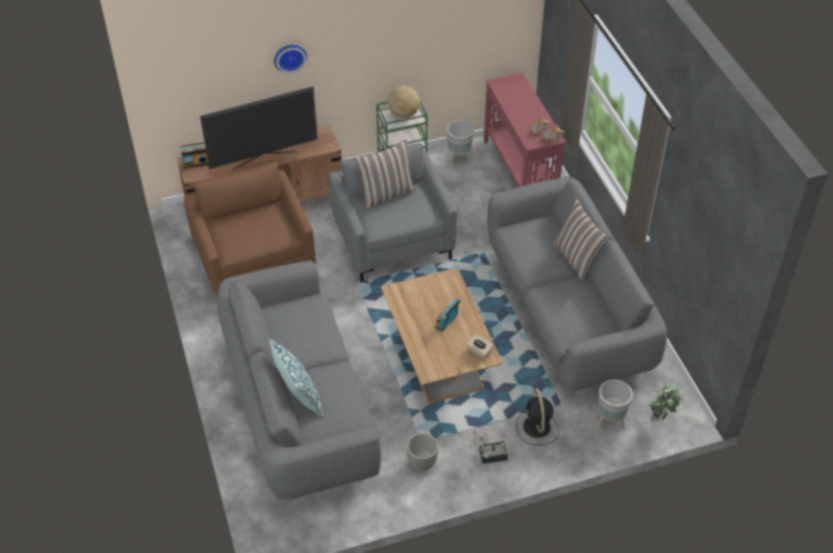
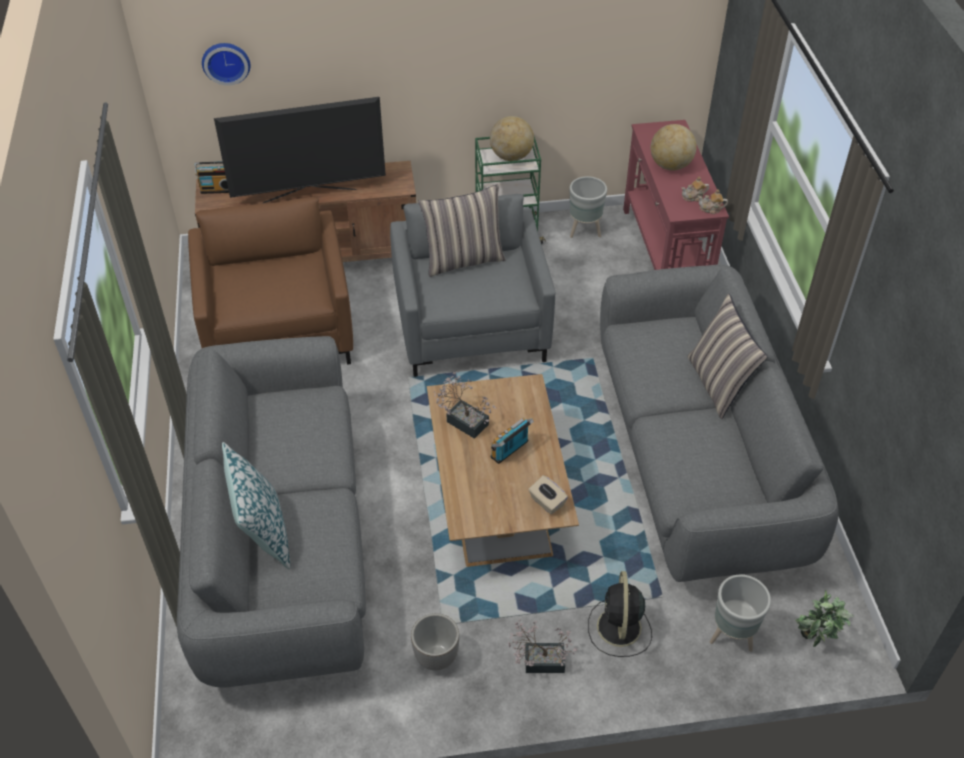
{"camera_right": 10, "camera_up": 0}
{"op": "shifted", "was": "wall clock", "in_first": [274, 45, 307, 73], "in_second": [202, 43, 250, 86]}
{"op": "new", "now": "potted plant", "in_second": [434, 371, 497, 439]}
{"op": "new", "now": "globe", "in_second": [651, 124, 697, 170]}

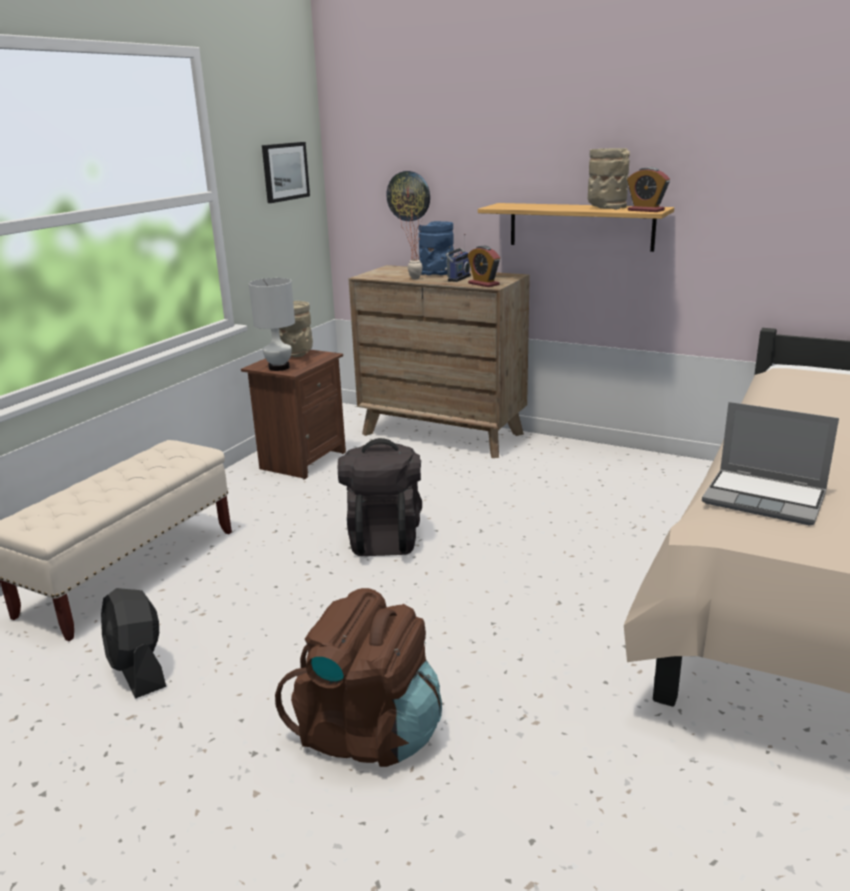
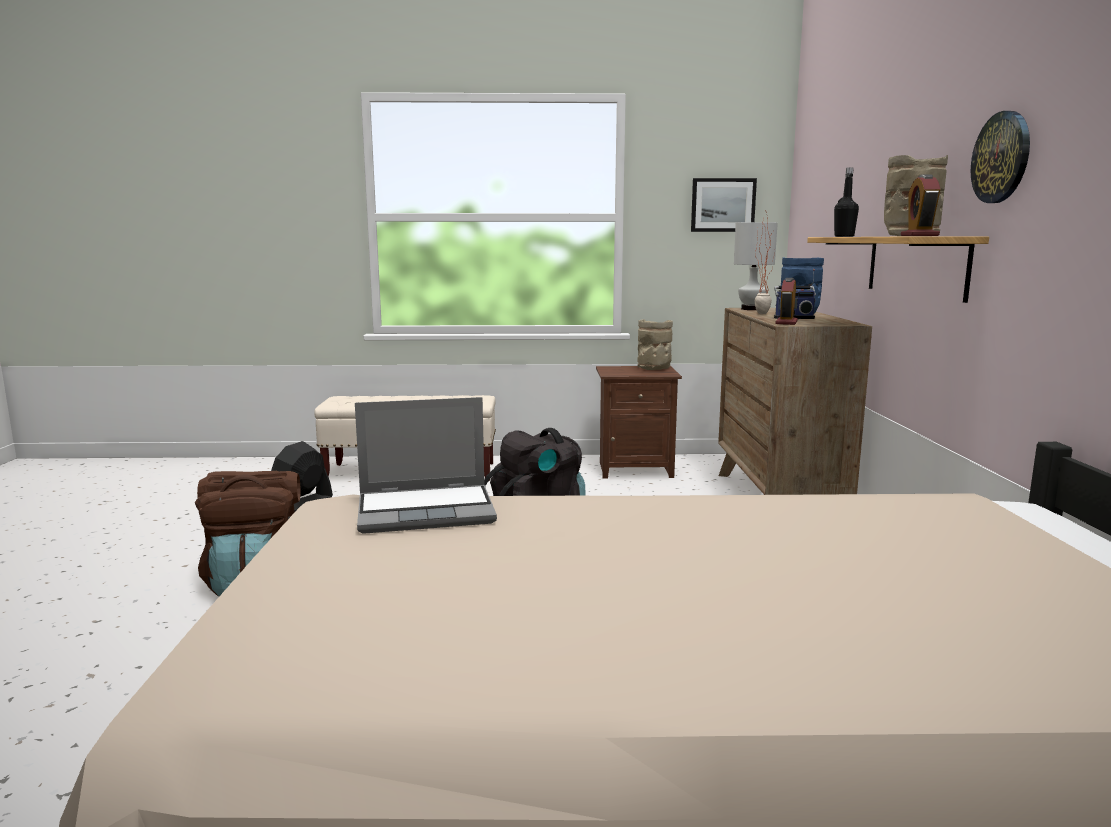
{"camera_right": 60, "camera_up": -10}
{"op": "rotated", "was": "laptop", "in_first": [702, 402, 839, 526], "in_second": [355, 397, 497, 534], "clockwise": -105}
{"op": "shifted", "was": "white table lamp", "in_first": [249, 278, 295, 371], "in_second": [734, 222, 778, 310]}
{"op": "new", "now": "black bottle", "in_second": [834, 167, 859, 237]}
{"op": "shifted", "was": "wall clock", "in_first": [386, 171, 430, 221], "in_second": [971, 111, 1030, 203]}

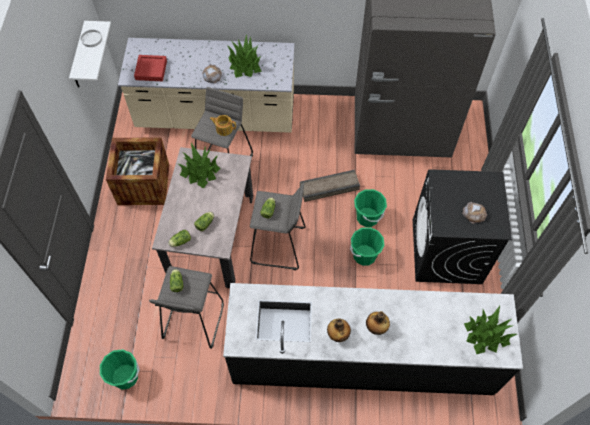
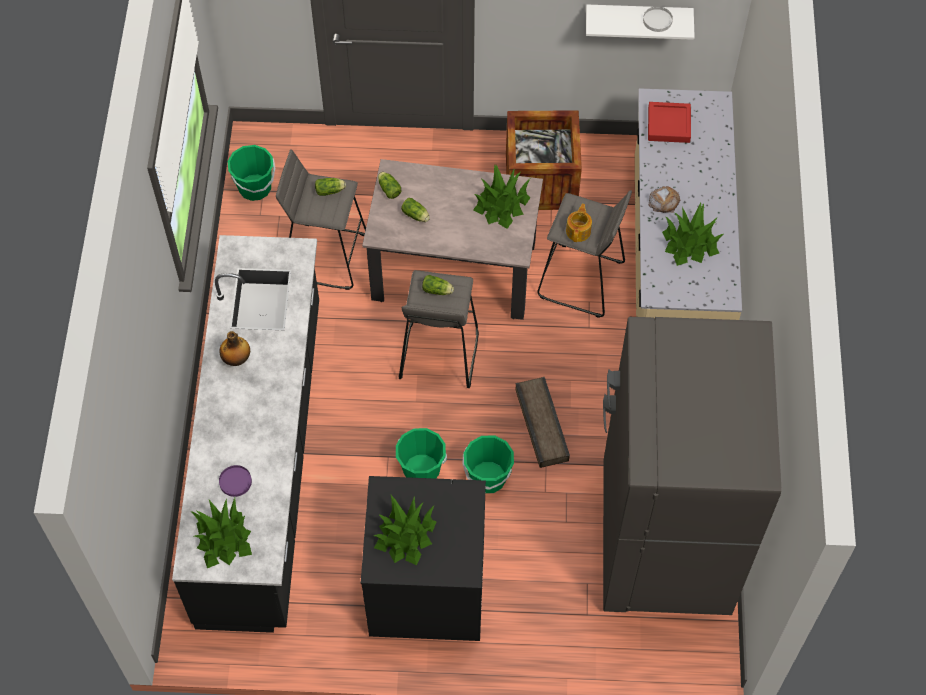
{"camera_right": 90, "camera_up": 0}
{"op": "new", "now": "purple plate", "in_second": [219, 465, 252, 497]}
{"op": "swapped", "was": "bread", "now": "potted plant", "in_first": [462, 202, 487, 224], "in_second": [374, 495, 437, 565]}
{"op": "gone", "was": "bottle", "in_first": [366, 311, 390, 335]}

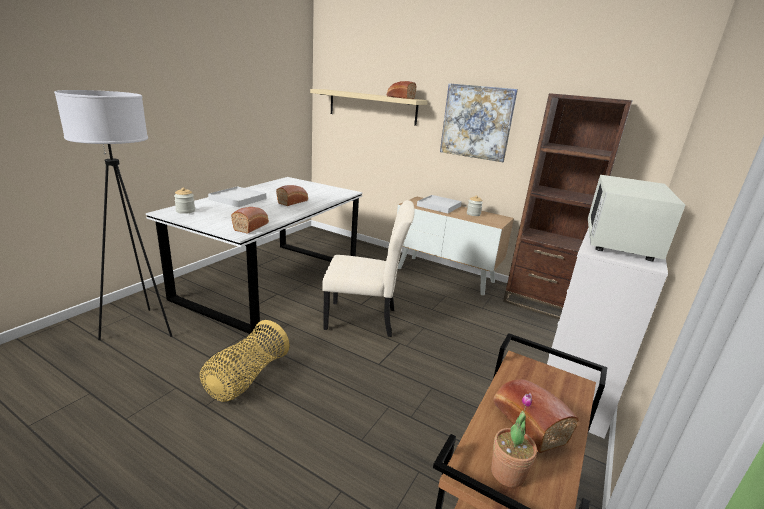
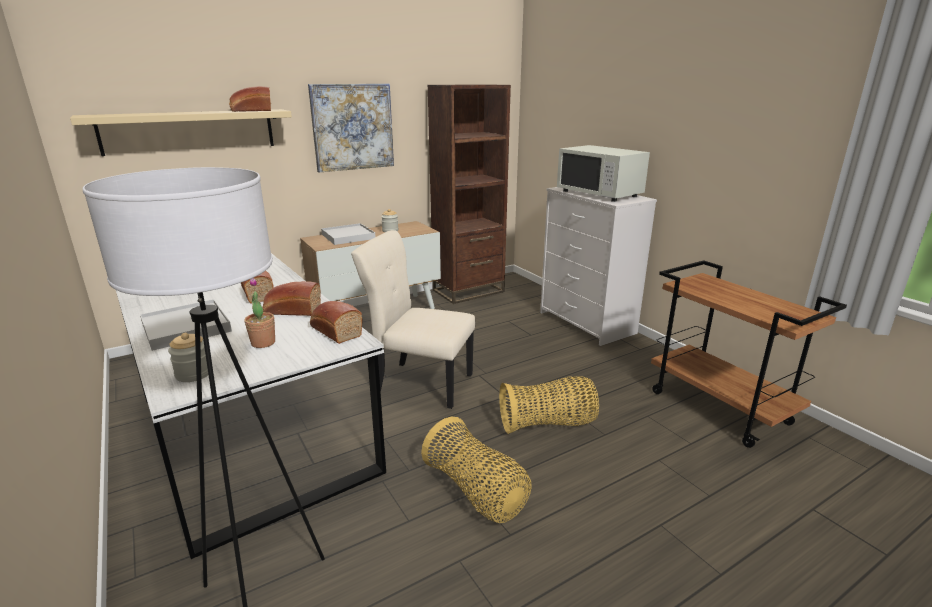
{"camera_right": -60, "camera_up": 0}
{"op": "shifted", "was": "potted plant", "in_first": [491, 393, 537, 488], "in_second": [244, 278, 275, 348]}
{"op": "shifted", "was": "bread", "in_first": [493, 379, 579, 453], "in_second": [263, 281, 321, 316]}
{"op": "rotated", "was": "beige chair", "in_first": [322, 200, 415, 337], "in_second": [351, 230, 475, 409], "clockwise": -105}
{"op": "new", "now": "basket", "in_second": [499, 376, 599, 434]}

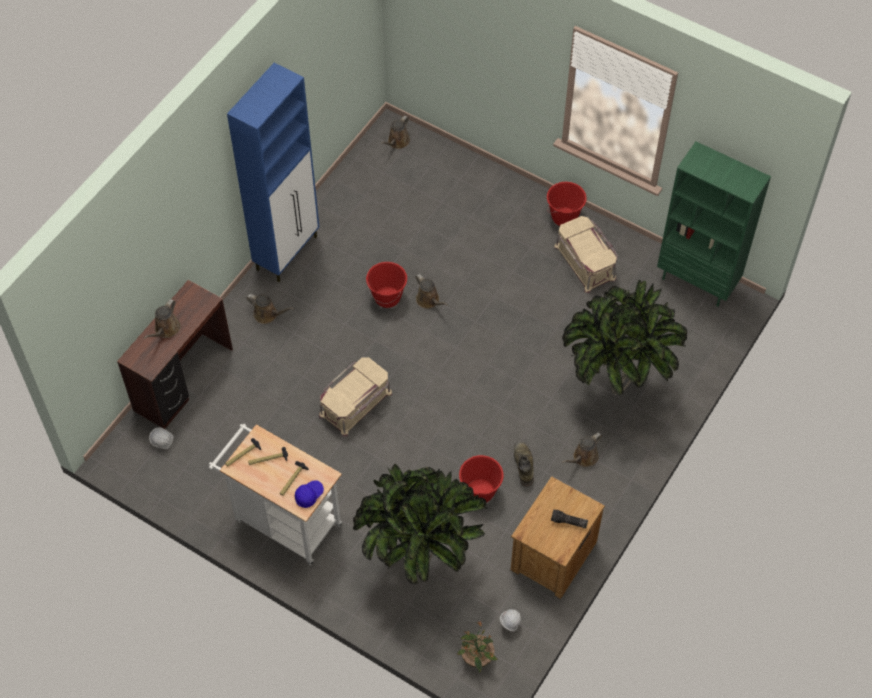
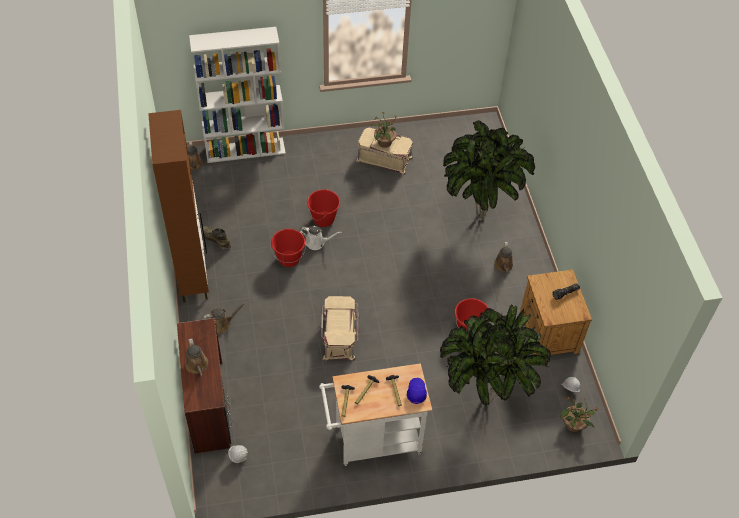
{"camera_right": -45, "camera_up": -5}
{"op": "repainted", "was": "blue cabinet", "now": "brown cabinet", "in_first": [227, 63, 319, 282], "in_second": [148, 110, 209, 302]}
{"op": "new", "now": "white bookcase", "in_second": [189, 27, 286, 163]}
{"op": "shifted", "was": "green boot", "in_first": [514, 441, 534, 487], "in_second": [201, 226, 231, 250]}
{"op": "repainted", "was": "brown watering can", "now": "white watering can", "in_first": [415, 274, 448, 309], "in_second": [300, 226, 342, 250]}
{"op": "shifted", "was": "red bucket", "in_first": [547, 182, 587, 226], "in_second": [307, 189, 340, 227]}
{"op": "new", "now": "potted plant", "in_second": [372, 112, 397, 148]}
{"op": "gone", "was": "green bookcase", "in_first": [657, 141, 771, 307]}

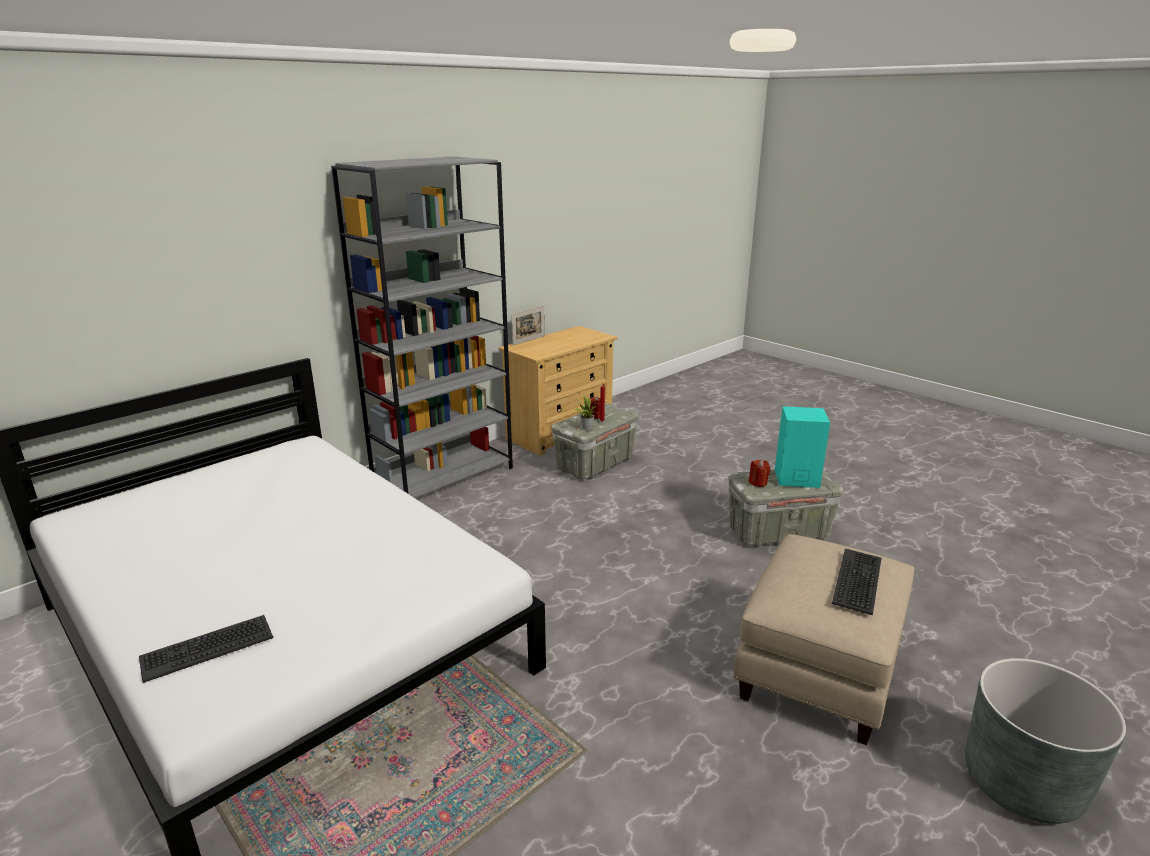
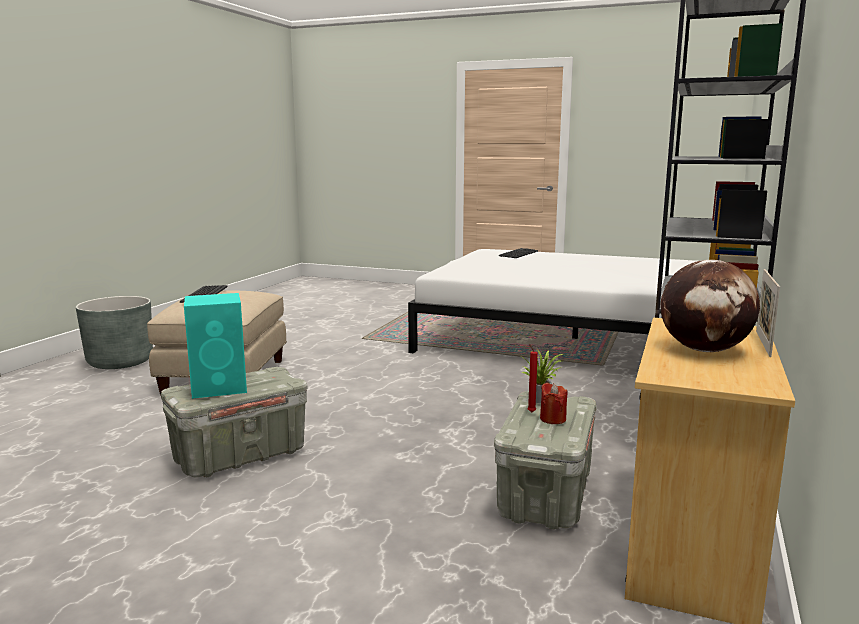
{"camera_right": 155, "camera_up": -10}
{"op": "new", "now": "globe", "in_second": [661, 260, 760, 352]}
{"op": "gone", "was": "red candle", "in_first": [748, 459, 770, 487]}

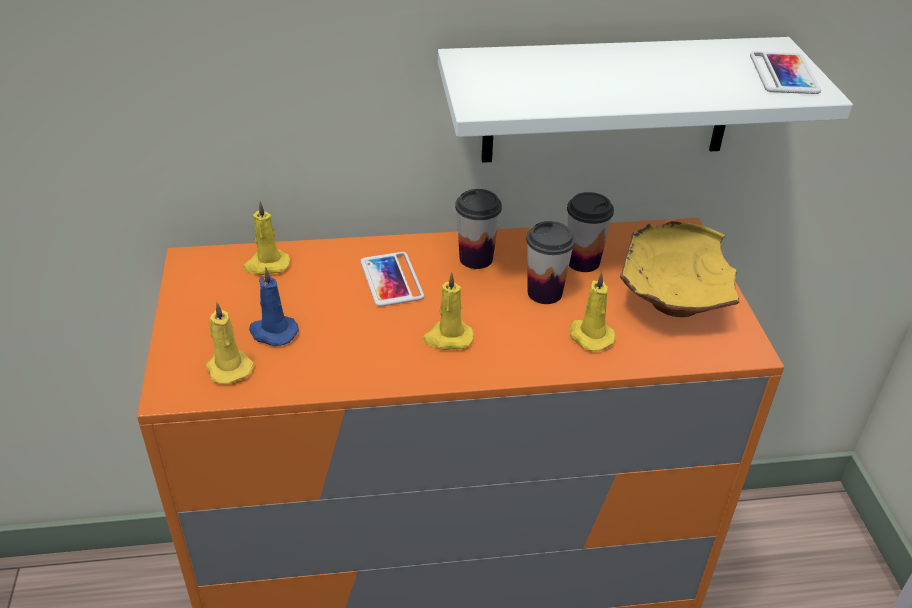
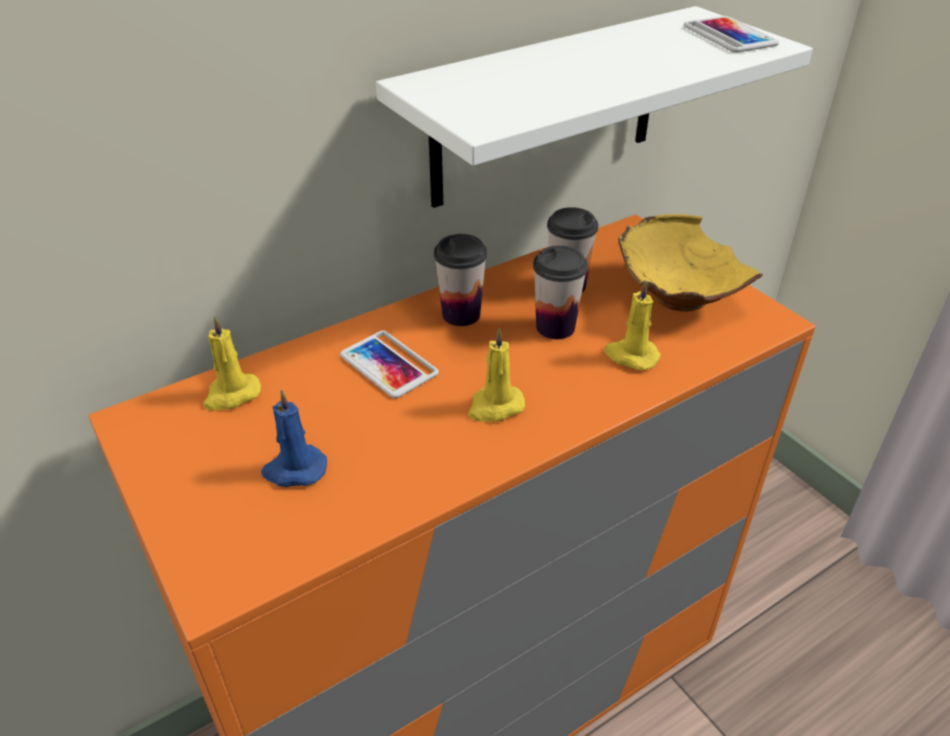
{"camera_right": -25, "camera_up": 0}
{"op": "gone", "was": "yellow candle", "in_first": [206, 302, 254, 384]}

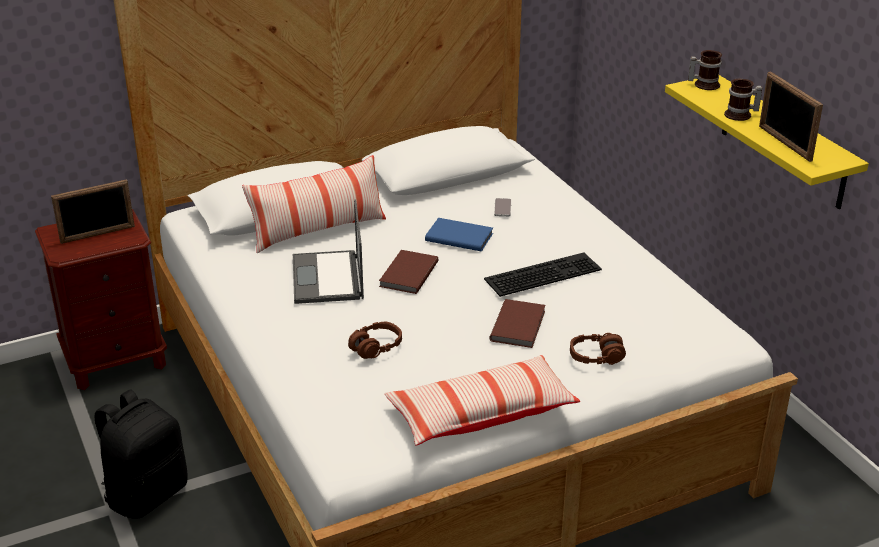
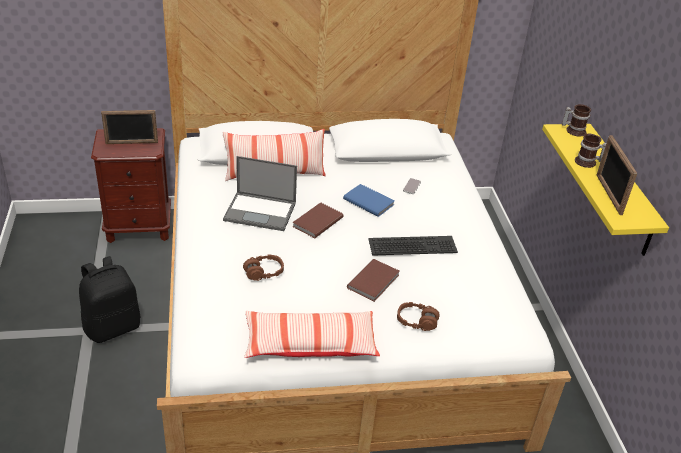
{"camera_right": 15, "camera_up": 5}
{"op": "rotated", "was": "laptop", "in_first": [293, 200, 364, 304], "in_second": [223, 156, 297, 231], "clockwise": -90}

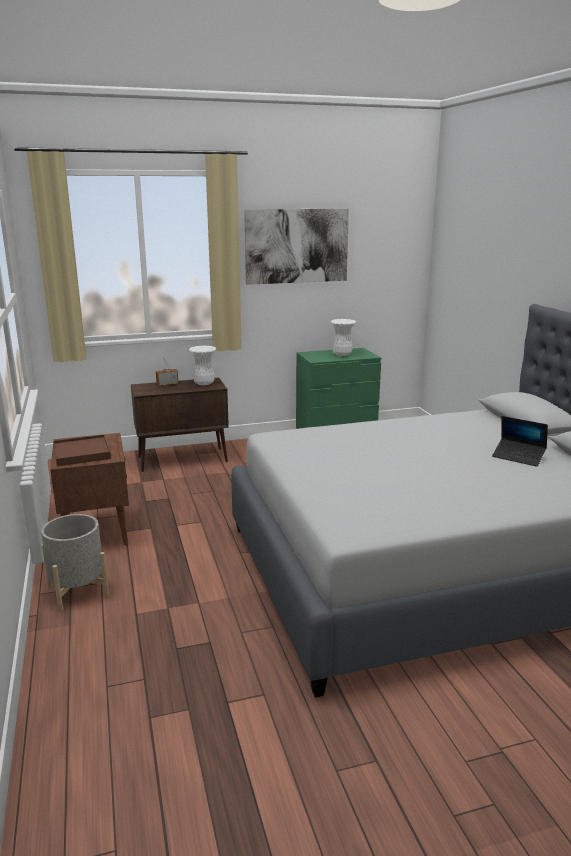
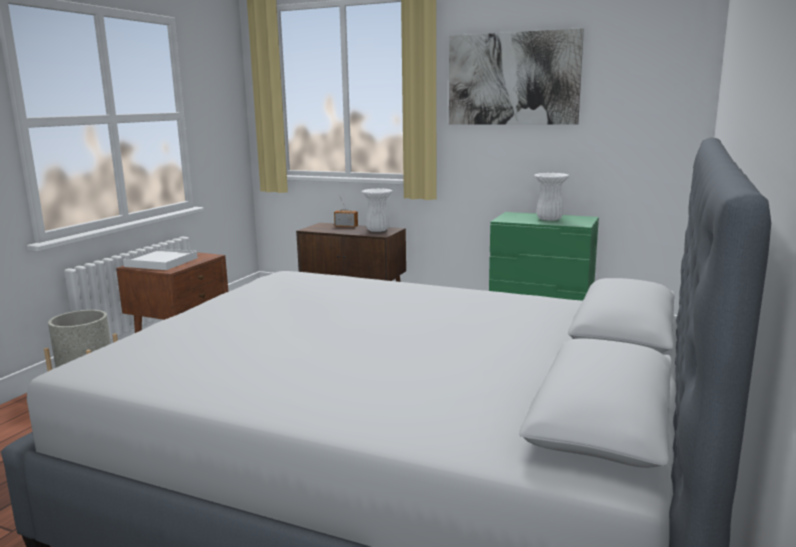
{"camera_right": 40, "camera_up": -5}
{"op": "repainted", "was": "brown tray", "now": "white tray", "in_first": [53, 435, 111, 466], "in_second": [123, 248, 198, 270]}
{"op": "gone", "was": "laptop", "in_first": [492, 416, 548, 467]}

